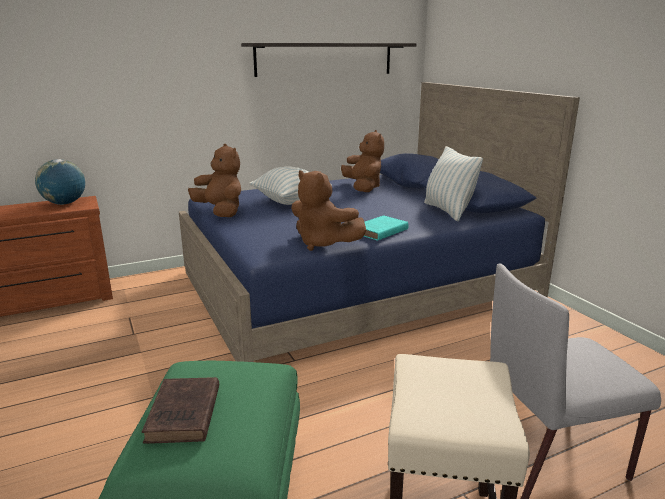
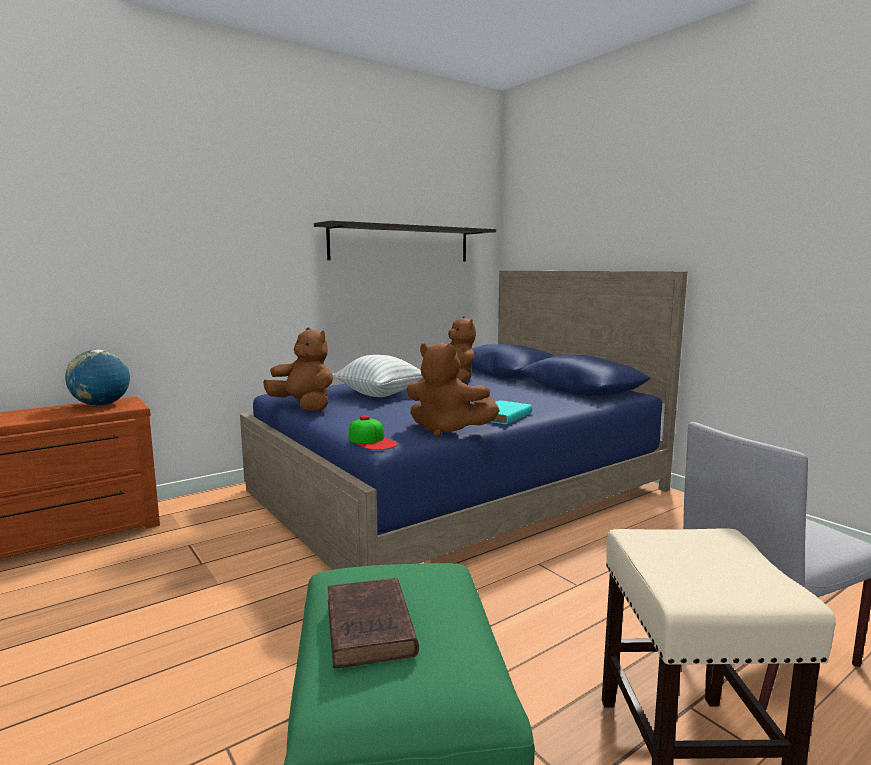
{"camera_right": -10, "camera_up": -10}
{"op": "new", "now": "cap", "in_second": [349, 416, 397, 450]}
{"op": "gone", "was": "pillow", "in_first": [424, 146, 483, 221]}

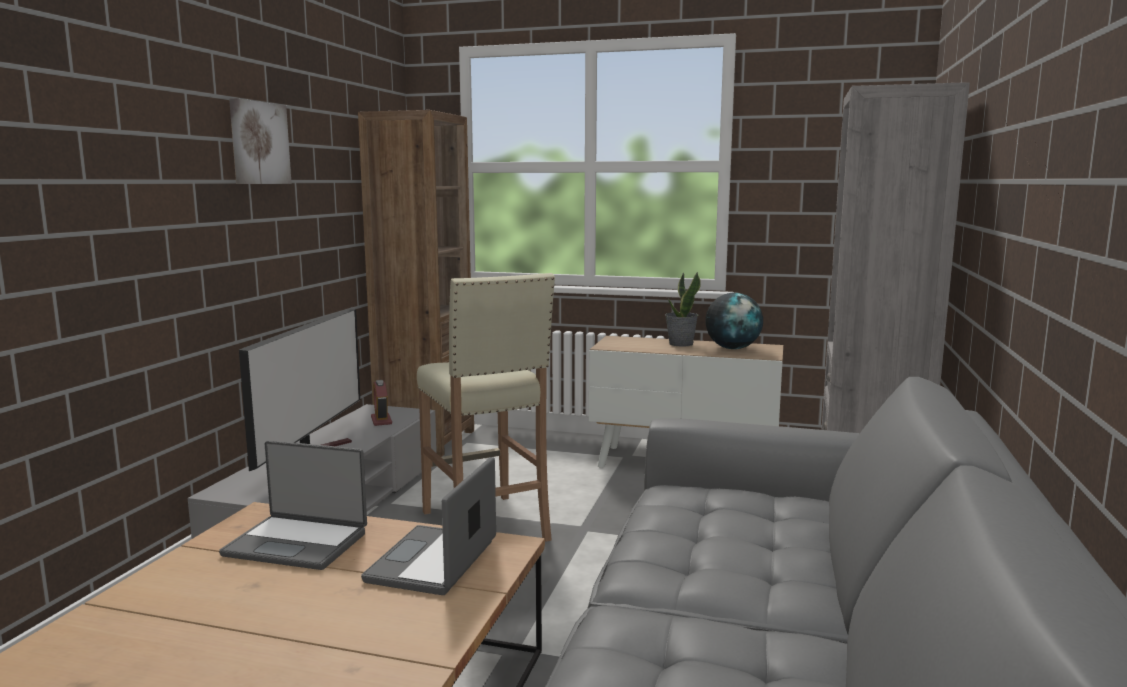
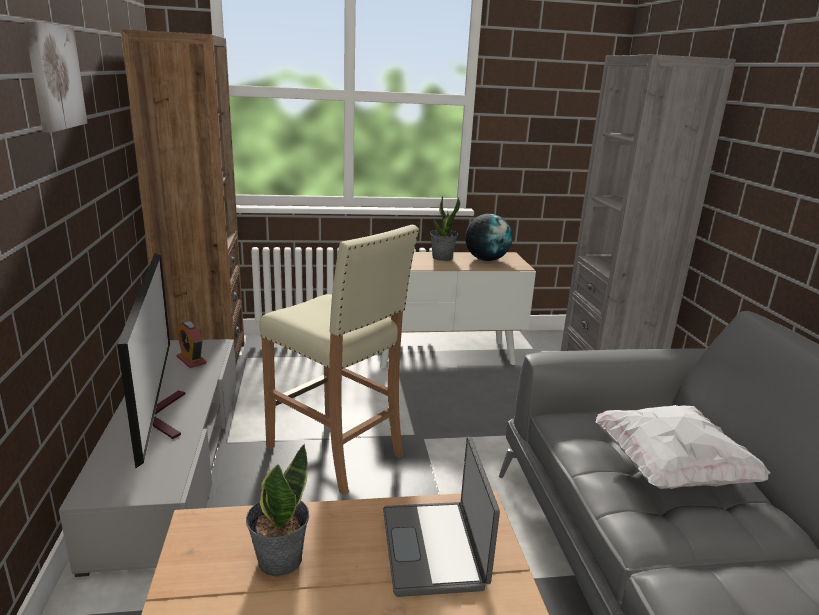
{"camera_right": -25, "camera_up": 10}
{"op": "swapped", "was": "laptop", "now": "potted plant", "in_first": [219, 440, 367, 570], "in_second": [246, 443, 309, 577]}
{"op": "new", "now": "white pillow", "in_second": [596, 405, 771, 489]}

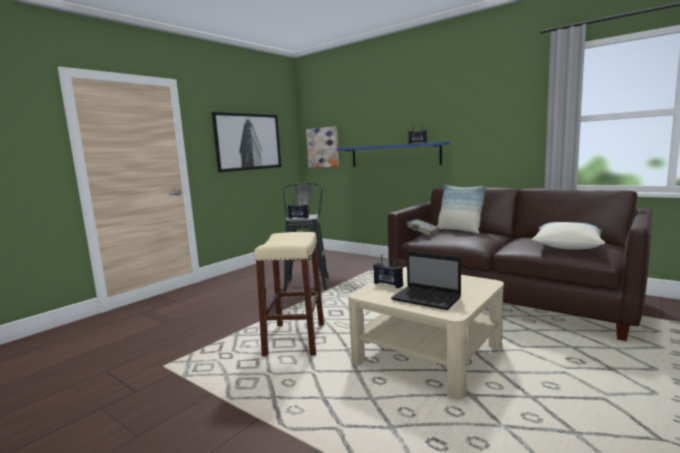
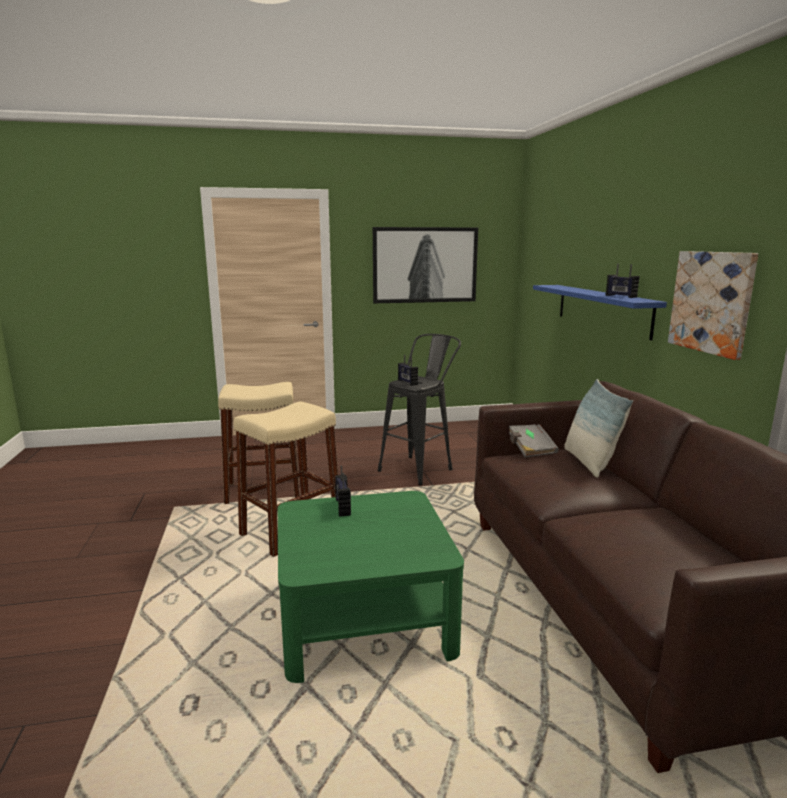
{"camera_right": 40, "camera_up": 5}
{"op": "new", "now": "beige stool", "in_second": [218, 382, 300, 504]}
{"op": "repainted", "was": "beige coffee table", "now": "green coffee table", "in_first": [348, 267, 504, 399], "in_second": [278, 491, 464, 683]}
{"op": "shifted", "was": "picture", "in_first": [306, 126, 339, 168], "in_second": [668, 251, 758, 360]}
{"op": "gone", "was": "laptop", "in_first": [391, 251, 461, 310]}
{"op": "gone", "was": "pillow", "in_first": [532, 222, 605, 250]}

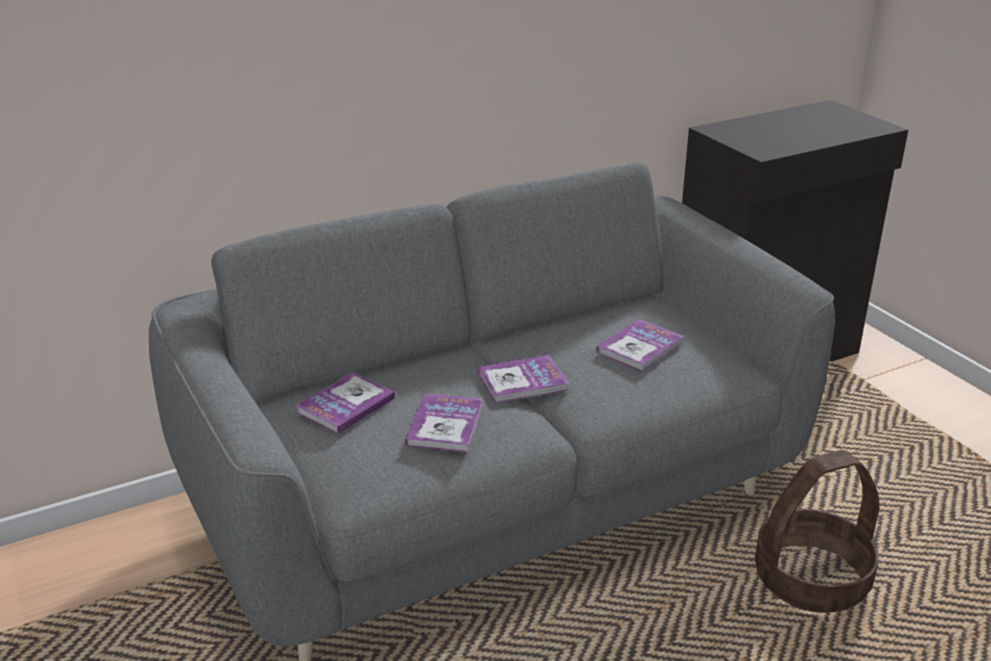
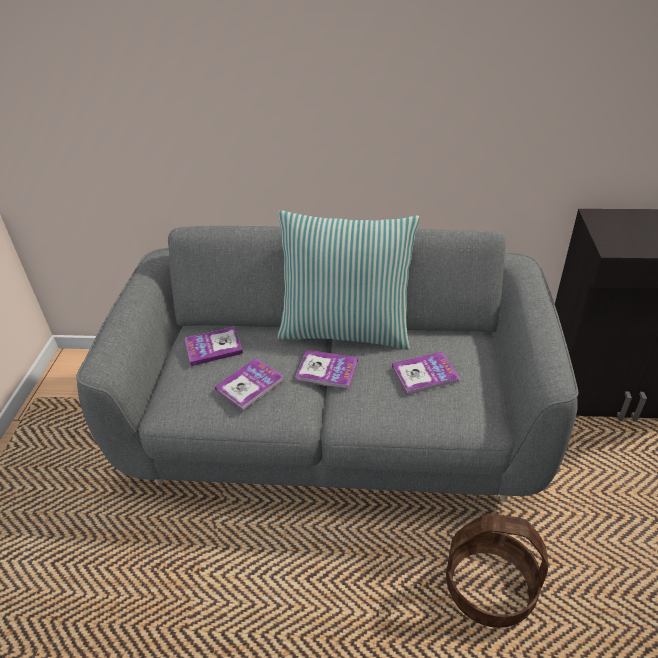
{"camera_right": 35, "camera_up": 10}
{"op": "new", "now": "pillow", "in_second": [277, 210, 420, 350]}

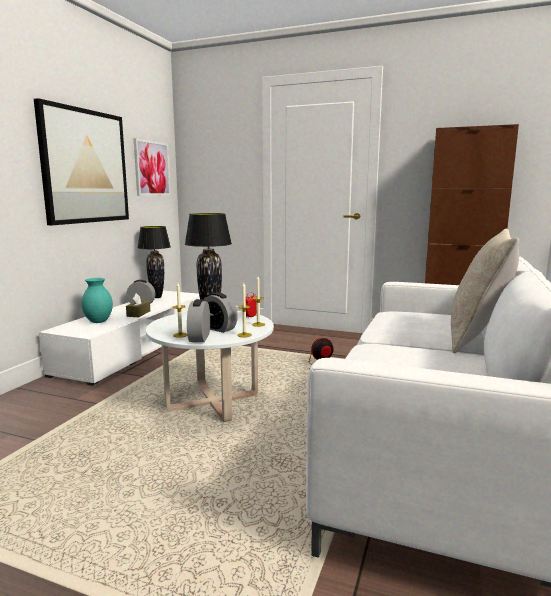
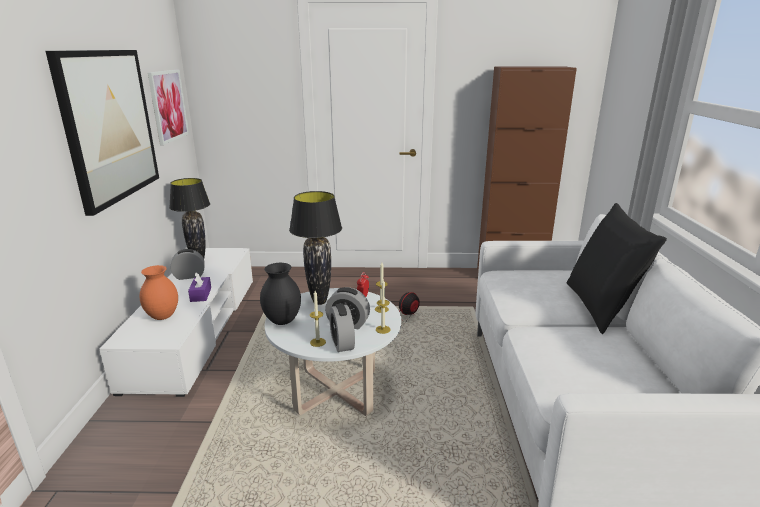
{"camera_right": -20, "camera_up": 10}
{"op": "repainted", "was": "turquoise vase", "now": "orange vase", "in_first": [81, 278, 113, 323], "in_second": [140, 265, 178, 320]}
{"op": "repainted", "was": "brown tissue box", "now": "purple tissue box", "in_first": [126, 293, 150, 317], "in_second": [188, 272, 211, 302]}
{"op": "new", "now": "black vase", "in_second": [260, 263, 301, 325]}
{"op": "repainted", "was": "beige pillow", "now": "black pillow", "in_first": [451, 228, 519, 354], "in_second": [567, 203, 667, 334]}

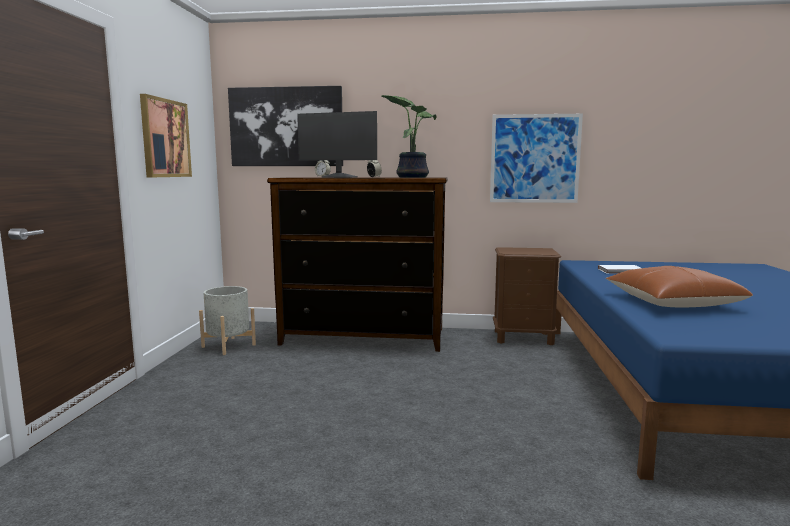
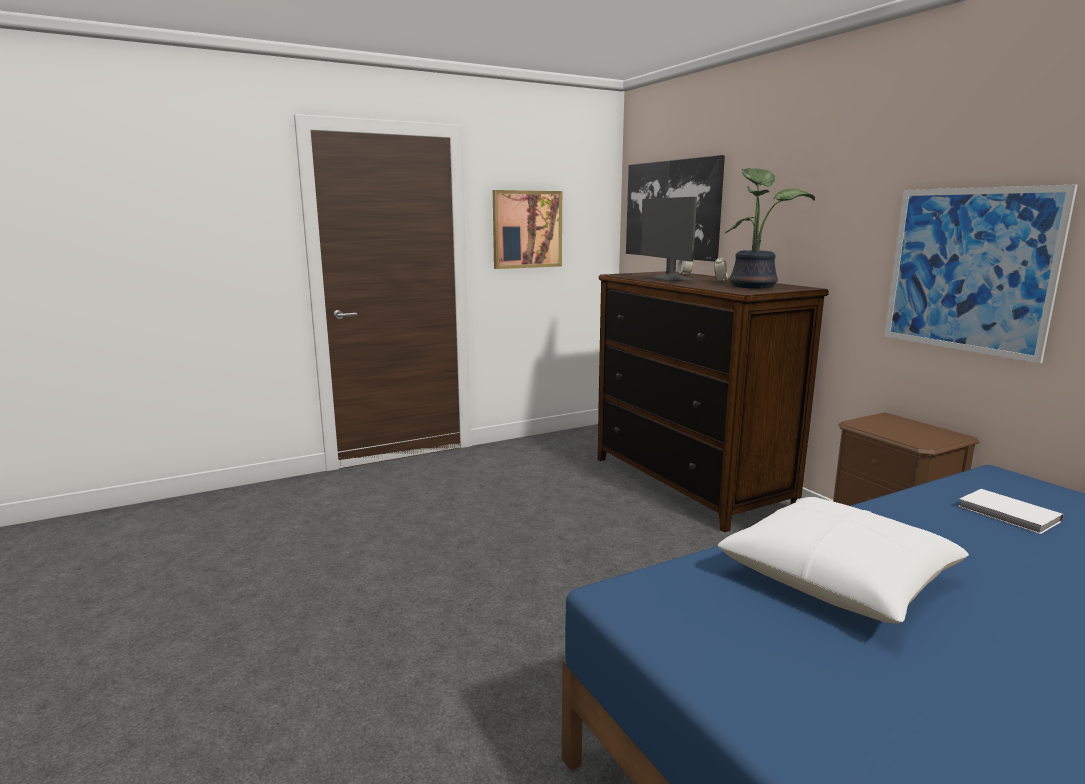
{"camera_right": 55, "camera_up": 5}
{"op": "repainted", "was": "brown pillow", "now": "white pillow", "in_first": [606, 266, 753, 308], "in_second": [718, 497, 969, 624]}
{"op": "gone", "was": "grey planter", "in_first": [199, 286, 256, 355]}

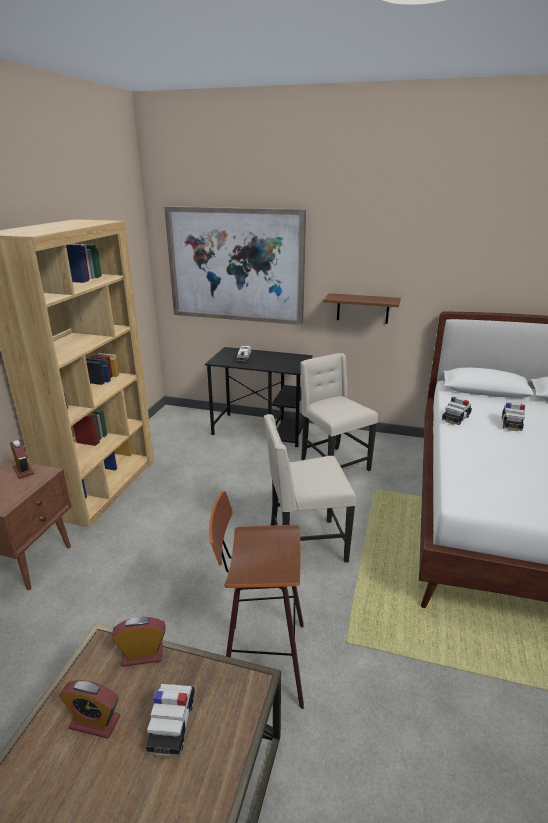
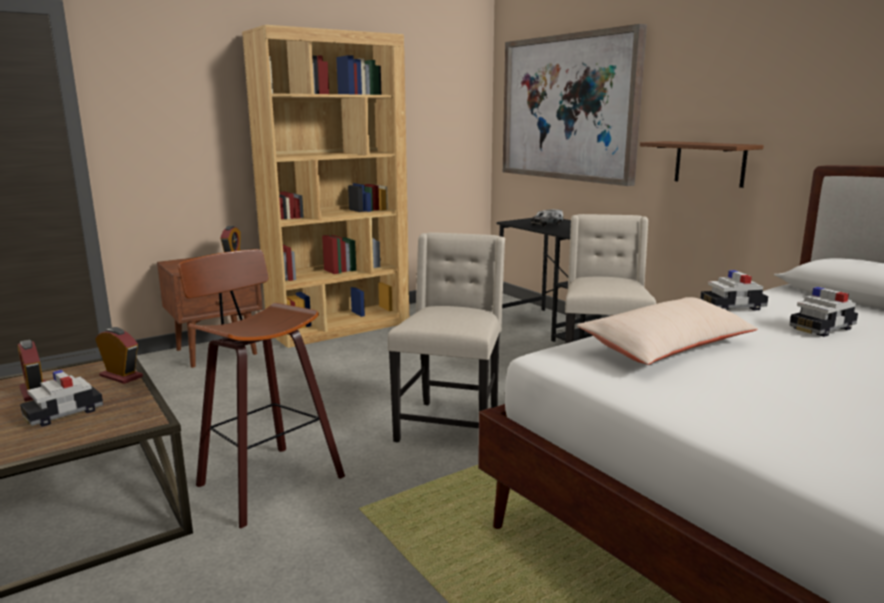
{"camera_right": 40, "camera_up": -10}
{"op": "rotated", "was": "beige chair", "in_first": [264, 414, 356, 563], "in_second": [388, 232, 505, 442], "clockwise": 75}
{"op": "new", "now": "beige pillow", "in_second": [577, 297, 757, 365]}

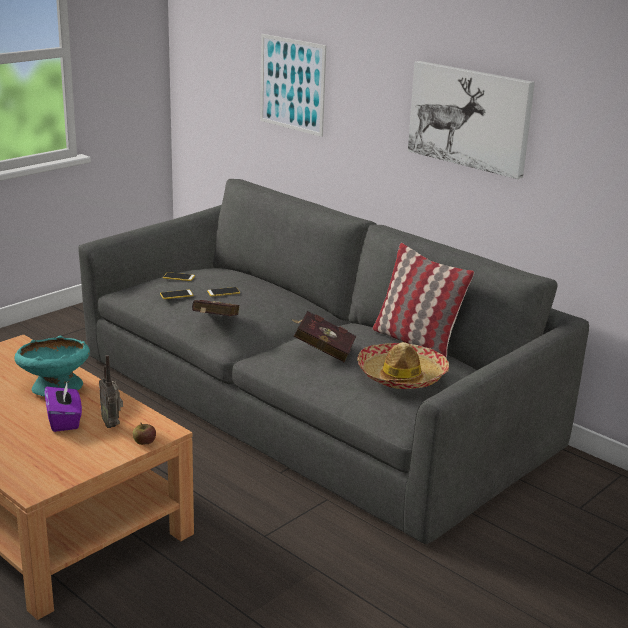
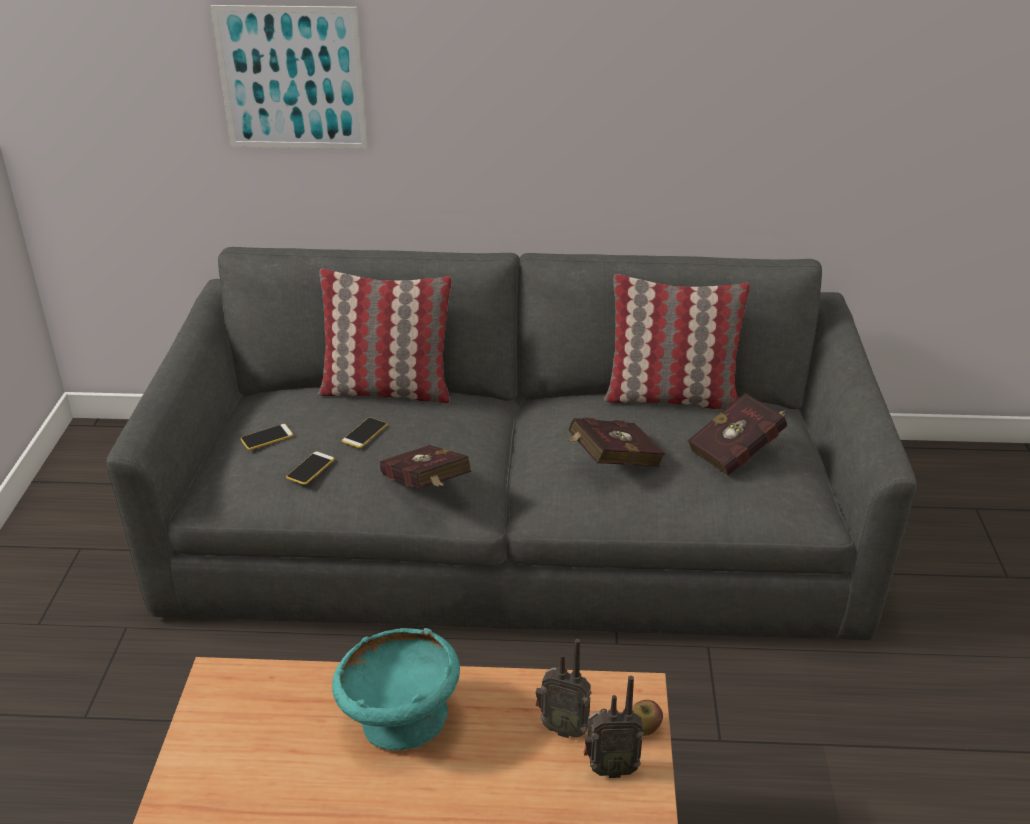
{"camera_right": -40, "camera_up": 10}
{"op": "new", "now": "pillow", "in_second": [318, 269, 452, 403]}
{"op": "new", "now": "radio", "in_second": [584, 676, 644, 778]}
{"op": "swapped", "was": "hat", "now": "red book", "in_first": [357, 342, 449, 389], "in_second": [687, 393, 787, 476]}
{"op": "gone", "was": "purple tissue box", "in_first": [44, 383, 82, 432]}
{"op": "gone", "was": "picture", "in_first": [408, 61, 535, 179]}

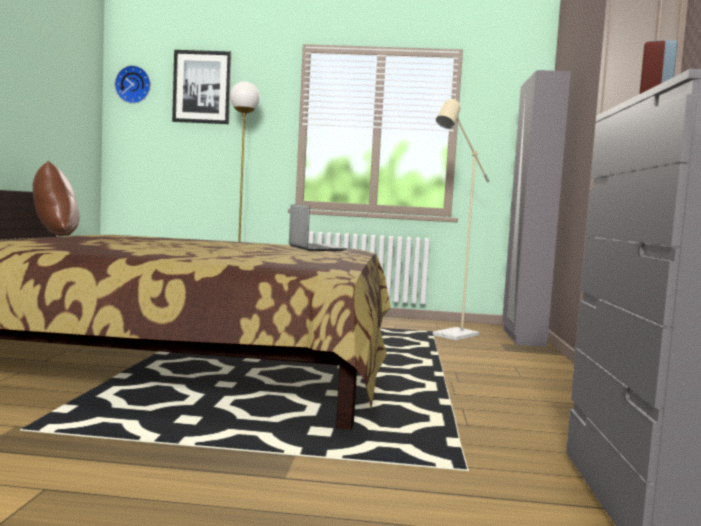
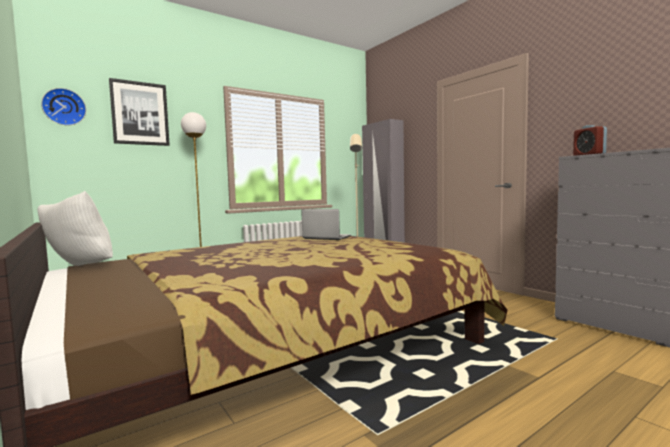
{"camera_right": -40, "camera_up": 0}
{"op": "repainted", "was": "brown pillow", "now": "white pillow", "in_first": [32, 161, 80, 236], "in_second": [38, 191, 113, 266]}

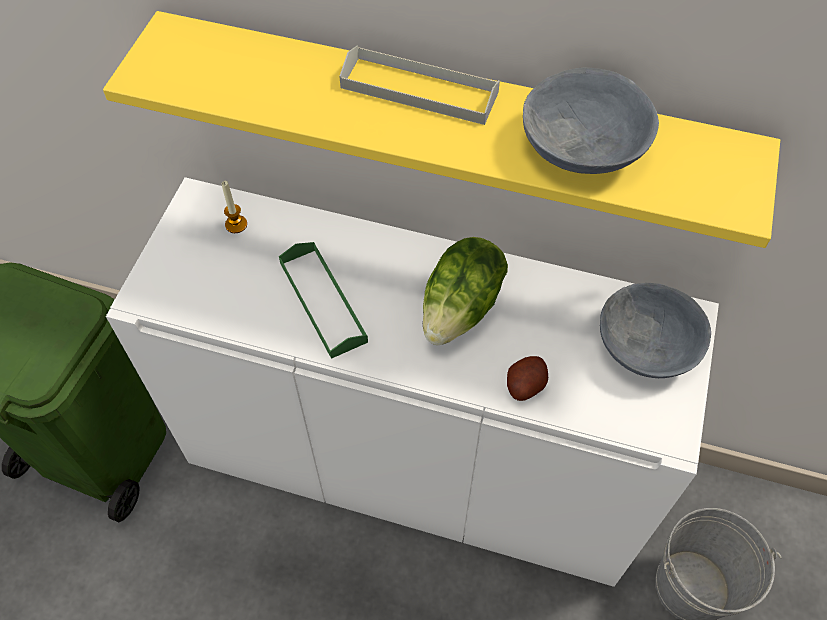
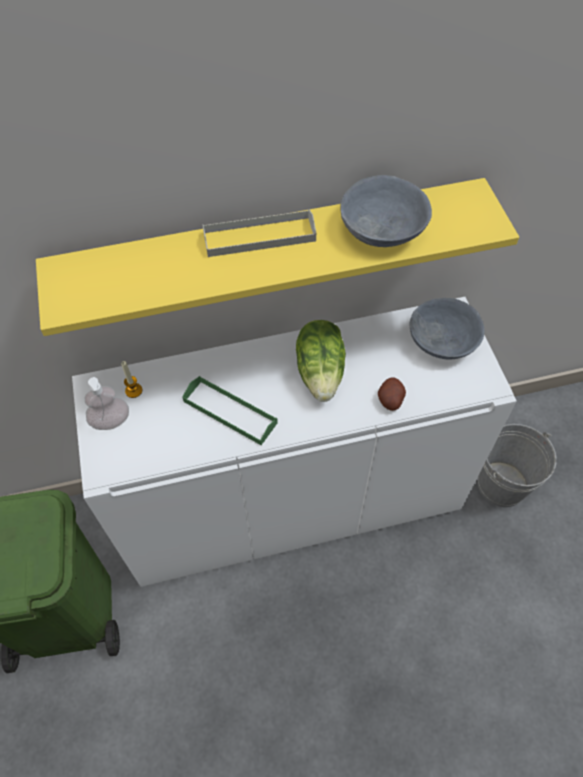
{"camera_right": -30, "camera_up": 0}
{"op": "new", "now": "soap dispenser", "in_second": [85, 377, 129, 430]}

